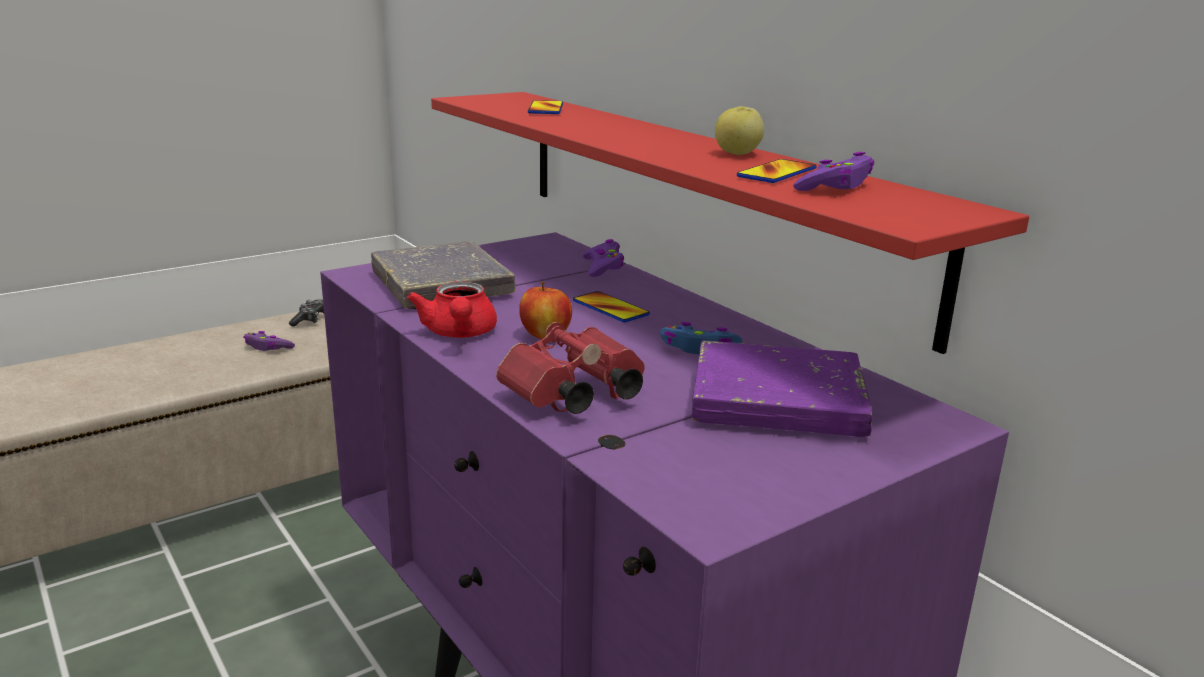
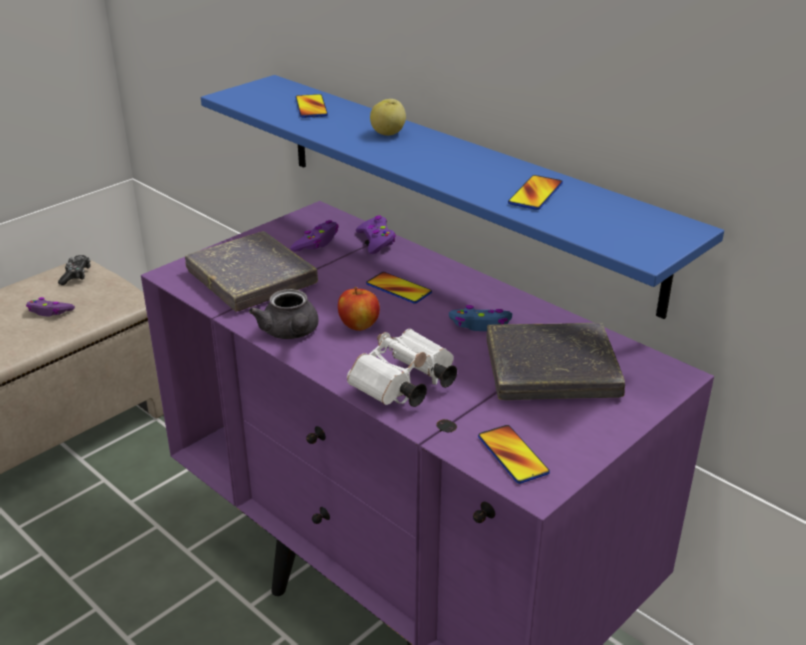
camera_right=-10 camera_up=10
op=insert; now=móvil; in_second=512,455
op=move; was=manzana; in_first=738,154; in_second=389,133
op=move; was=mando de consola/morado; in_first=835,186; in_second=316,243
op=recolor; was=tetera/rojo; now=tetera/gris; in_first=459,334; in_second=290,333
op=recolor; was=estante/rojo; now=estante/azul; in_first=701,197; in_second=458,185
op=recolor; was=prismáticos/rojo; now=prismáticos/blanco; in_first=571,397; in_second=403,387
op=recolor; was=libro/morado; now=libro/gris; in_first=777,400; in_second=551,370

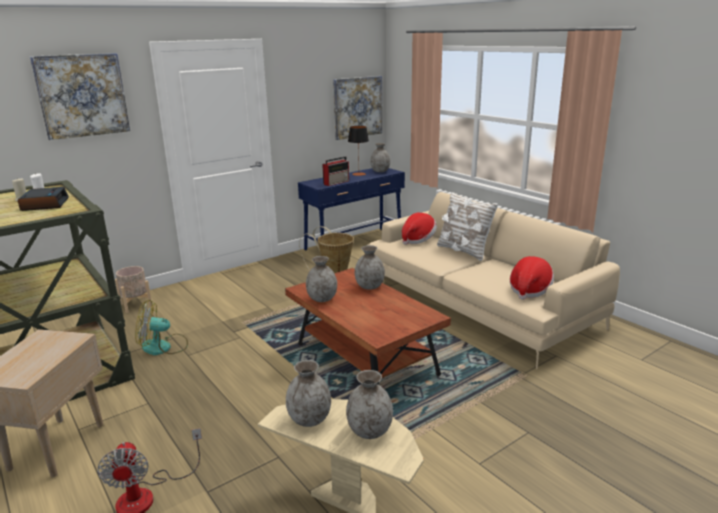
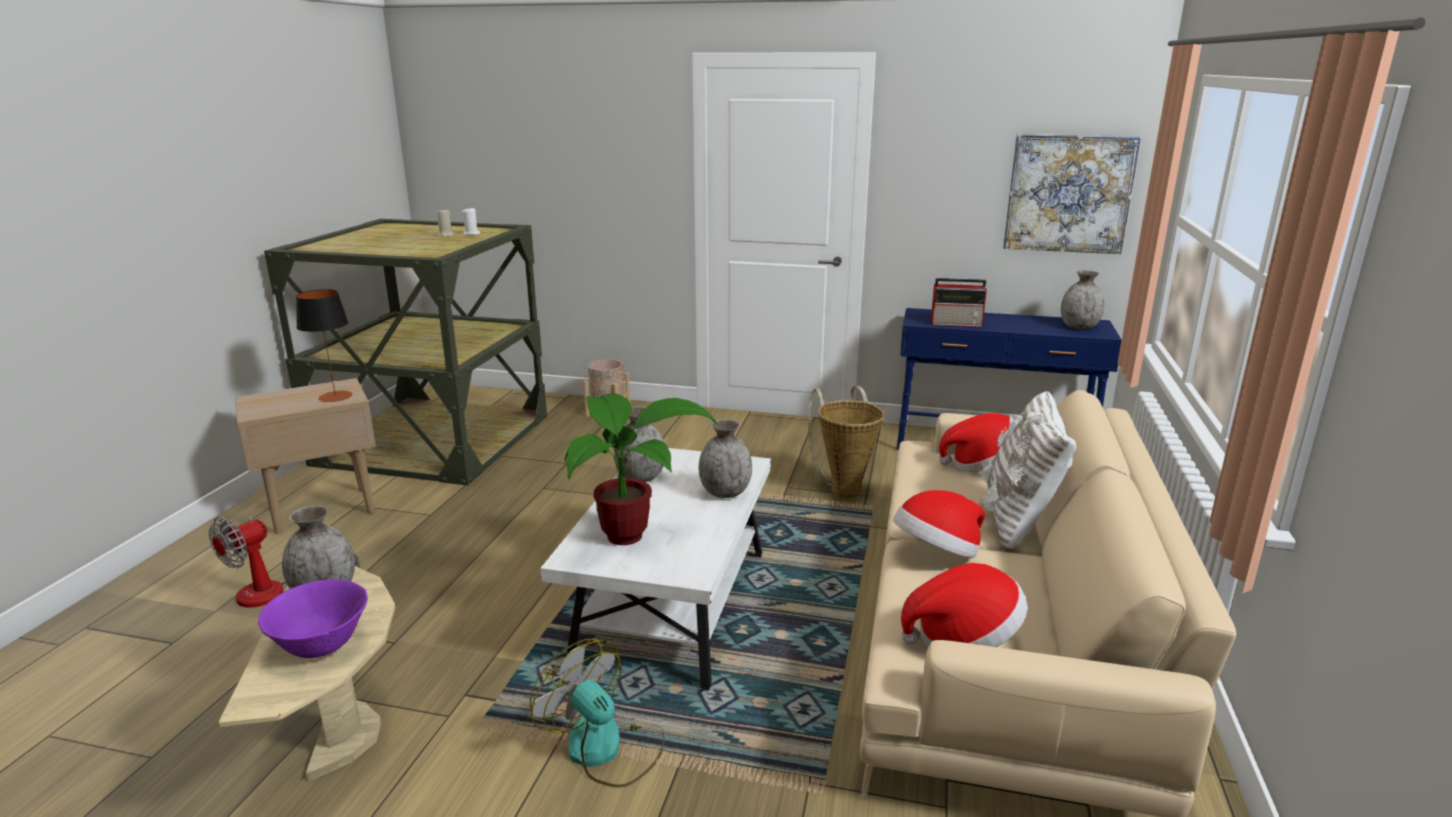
camera_right=50 camera_up=0
op=delete; was=despertador; in_first=44,204
op=delete; was=cuadro; in_first=82,95
op=insert; now=planta en maceta; in_second=632,534
op=insert; now=sombrero; in_second=937,554
op=move; was=ventilador; in_first=163,347; in_second=605,749
op=move; was=lámpara de mesa; in_first=359,174; in_second=335,396
op=replace; was=florero/gris; now=cuenco/morado; in_first=369,431; in_second=322,646
op=recolor; was=mesa de centro/marrón; now=mesa de centro/blanco; in_first=365,360; in_second=673,605

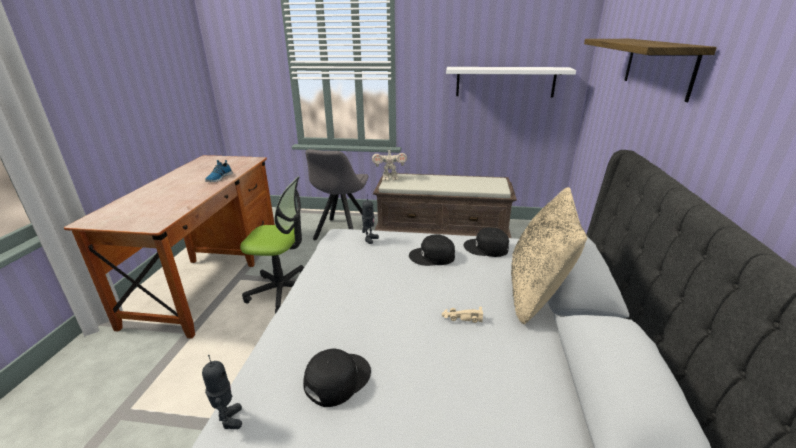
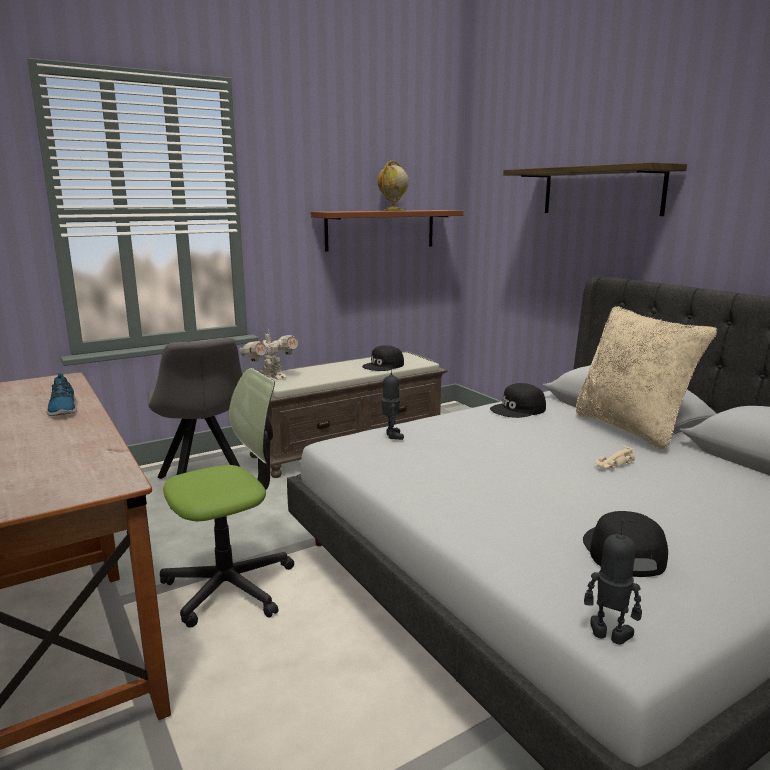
camera_right=-40 camera_up=-10
op=insert; now=globo terráqueo; in_second=393,210
op=move; was=gorra/negro; in_first=432,256; in_second=384,366
op=recolor; was=estante/blanco; now=estante/marrón; in_first=505,82; in_second=380,229

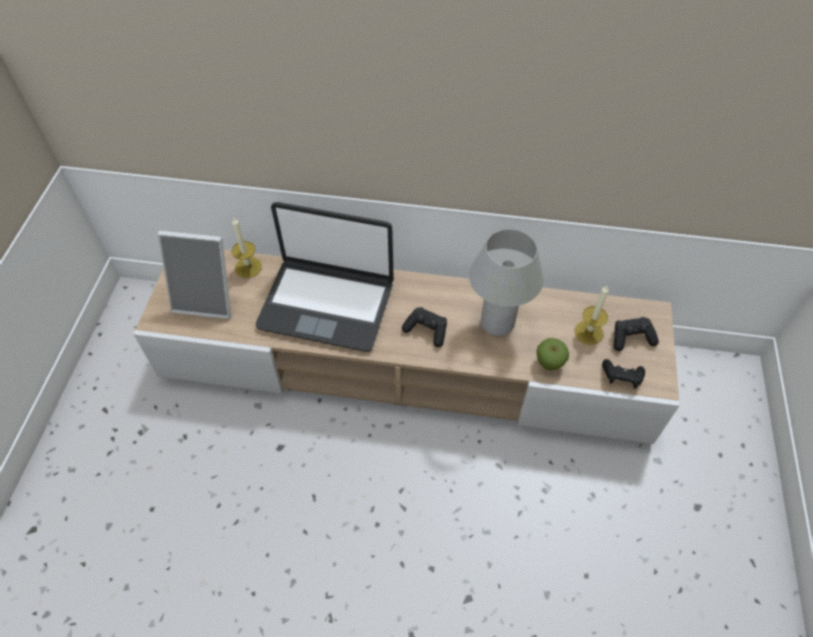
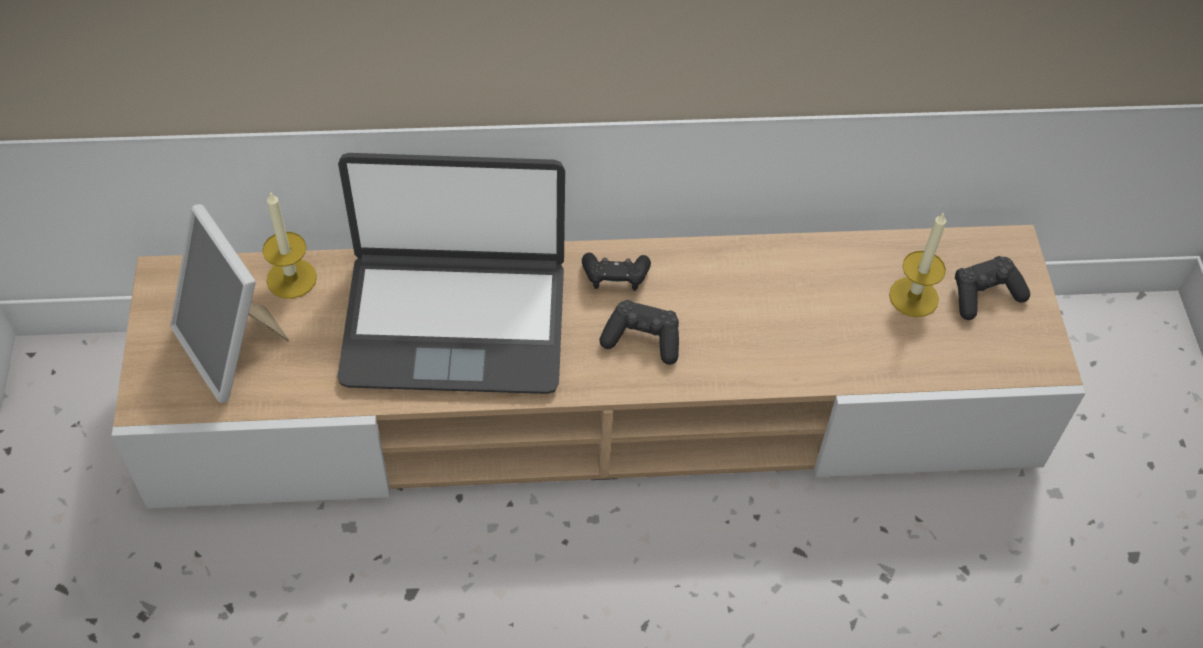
camera_right=-15 camera_up=0
op=delete; was=lámpara de mesa/blanco; in_first=497,323
op=delete; was=manzana; in_first=549,363
op=move; was=mando de consola/negro; in_first=621,378; in_second=615,279
op=rotate; was=portarretratos; in_first=208,299; in_second=233,348; clockwise=60

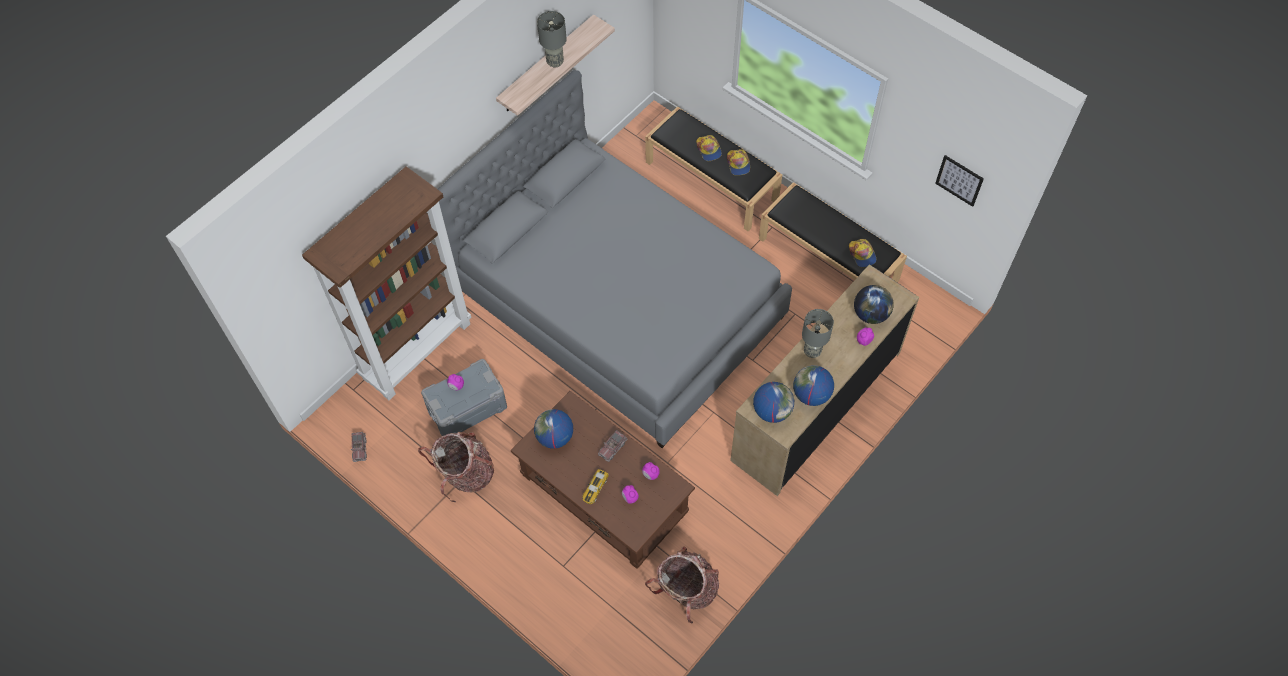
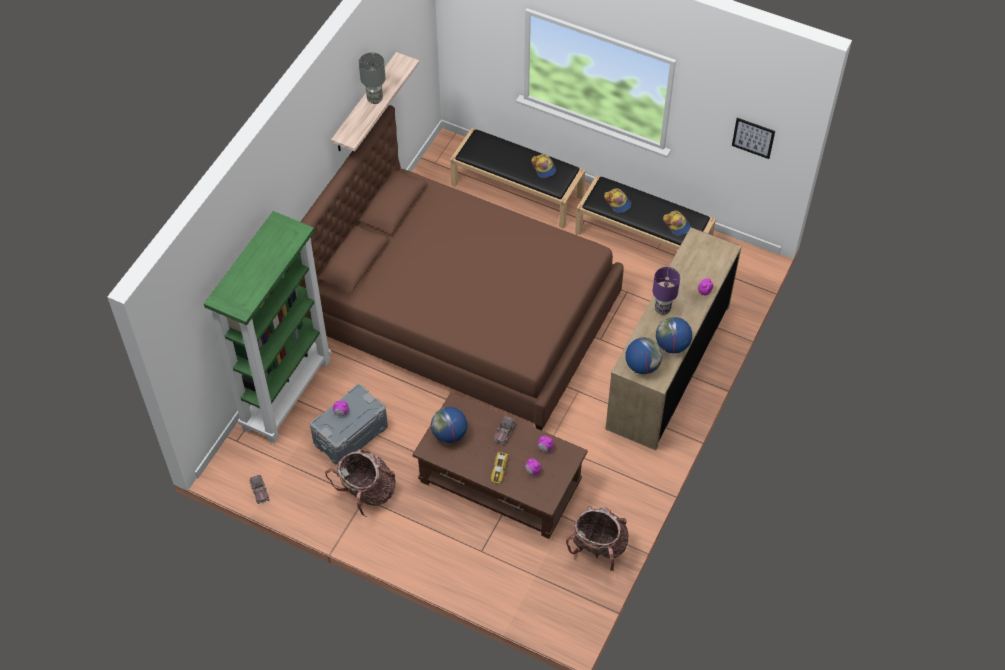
camera_right=-15 camera_up=-5
op=delete; was=globo terráqueo; in_first=870,314
op=move; was=gorra; in_first=709,150; in_second=617,202
op=recolor; was=estantería/marrón; now=estantería/verde; in_first=417,349; in_second=286,393
op=recolor; was=cama/gris; now=cama/marrón; in_first=619,302; in_second=463,313
op=recolor; was=lámpara de mesa/gris; now=lámpara de mesa/morado; in_first=812,351; in_second=662,309

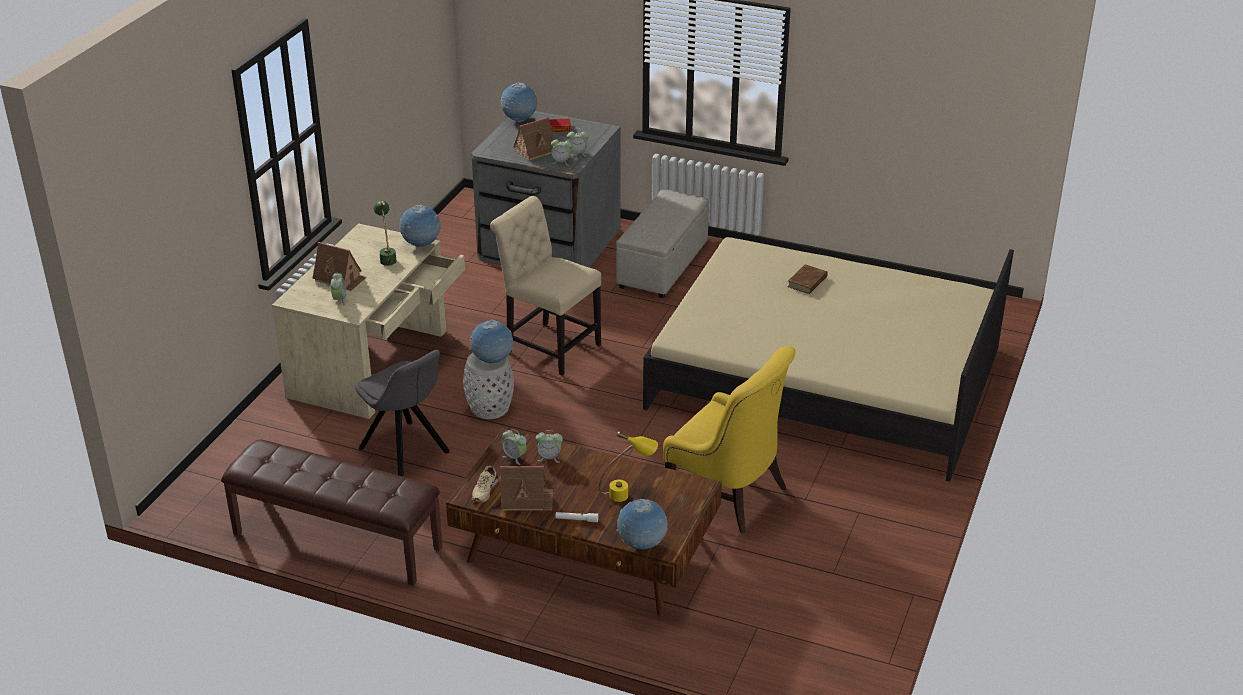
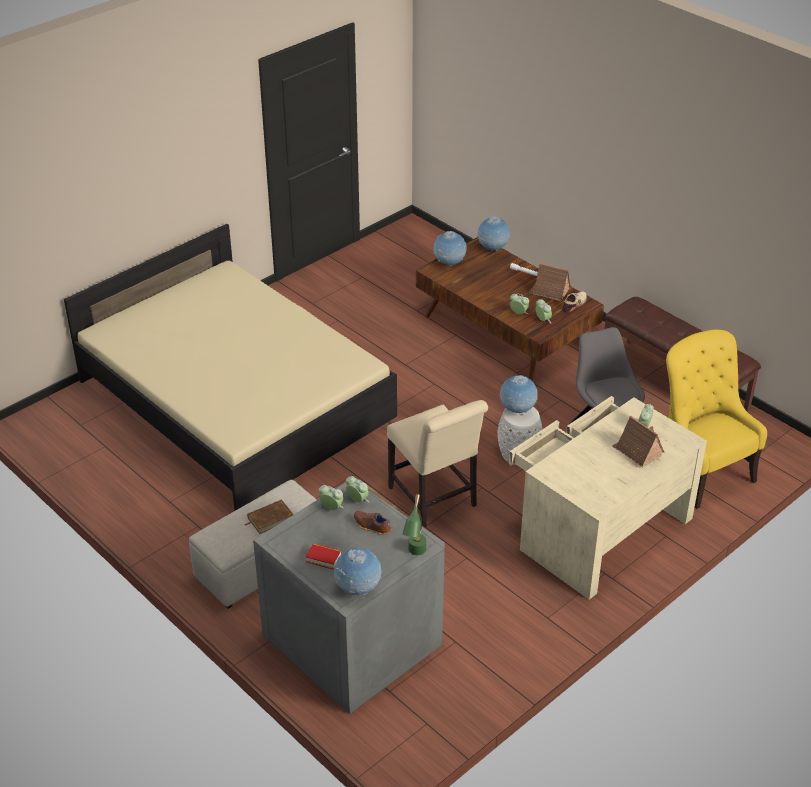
camera_right=-155 camera_up=5
op=delete; was=lámpara de mesa/amarillo; in_first=628,494
op=move; was=lámpara de mesa/verde; in_first=387,257; in_second=415,555
op=move; was=globo terráqueo; in_first=421,245; in_second=449,263
op=move; was=silla/amarillo; in_first=727,494; in_second=700,471
op=move; was=libro/marrón; in_first=807,282; in_second=270,518
op=replace; was=casita; now=zapato/marrón; in_first=537,151; in_second=372,526

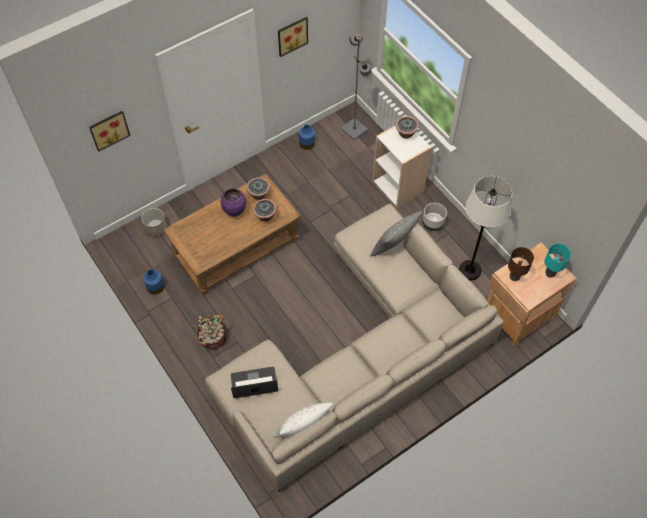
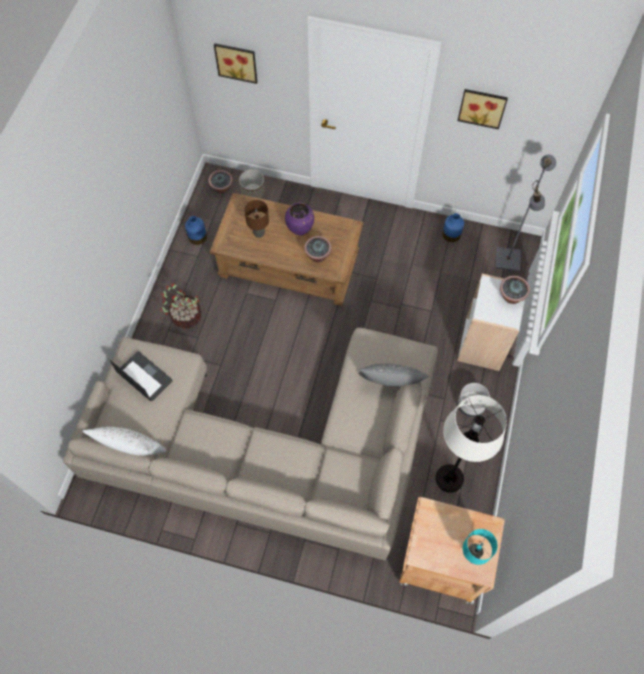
camera_right=50 camera_up=5
op=move; was=planta en maceta; in_first=259,194; in_second=222,188
op=move; was=lámpara de mesa/marrón; in_first=514,276; in_second=259,233

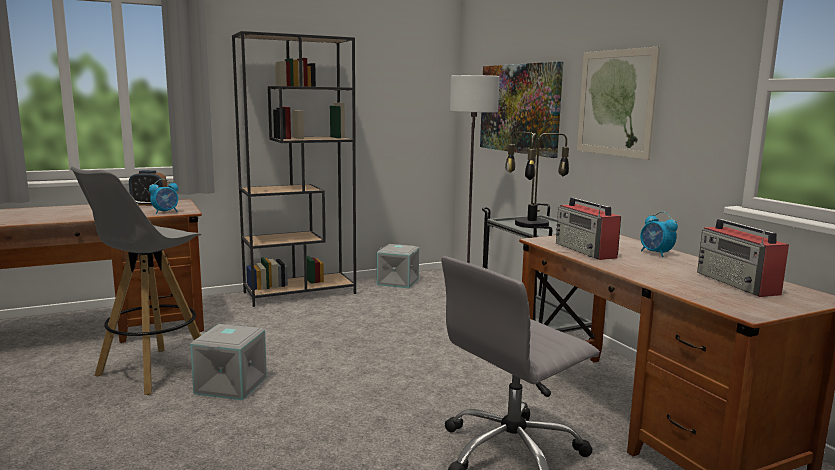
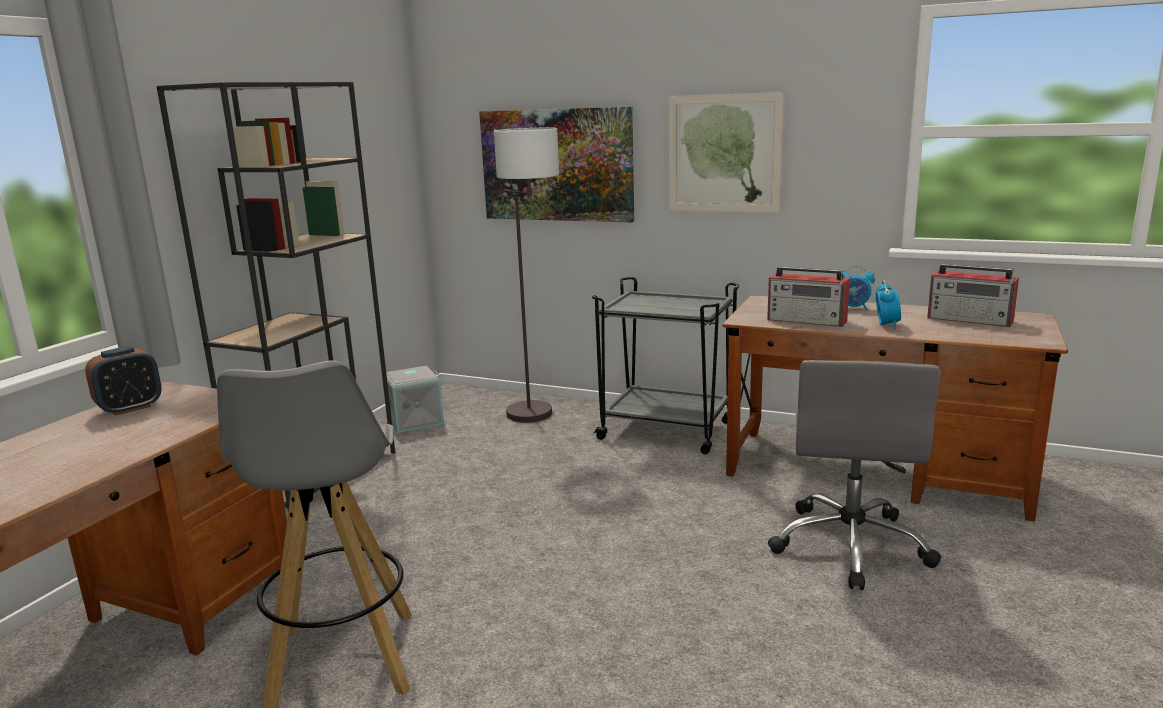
camera_right=-40 camera_up=5
op=delete; was=caja de almacenaje/gris; in_first=232,385
op=delete; was=lámpara de mesa; in_first=531,225
op=move; was=despertador; in_first=166,212; in_second=886,325

